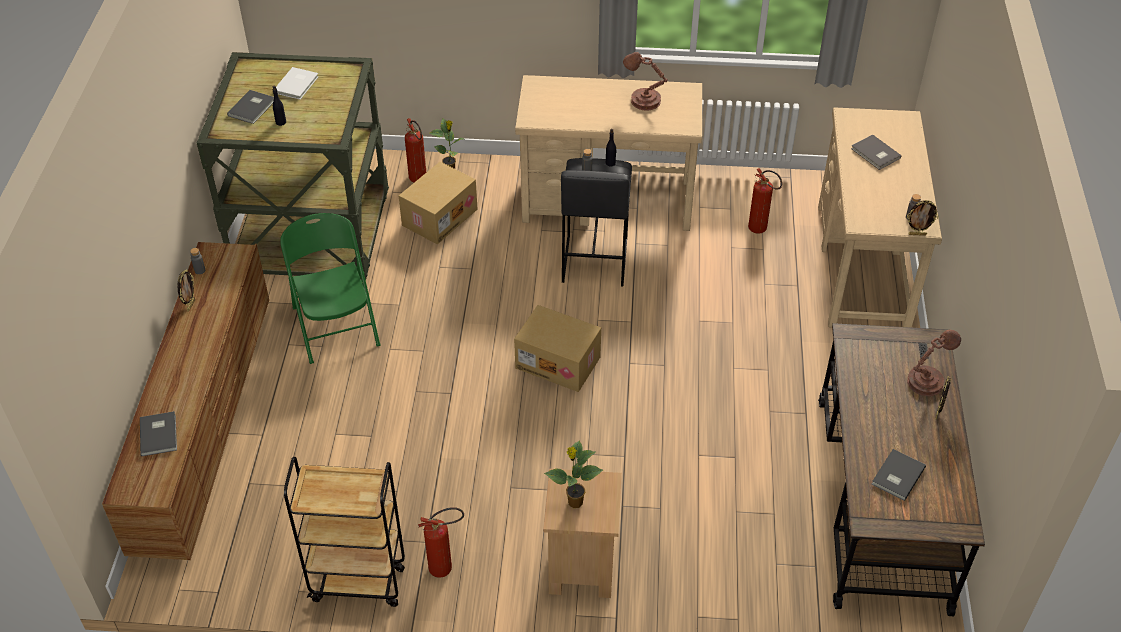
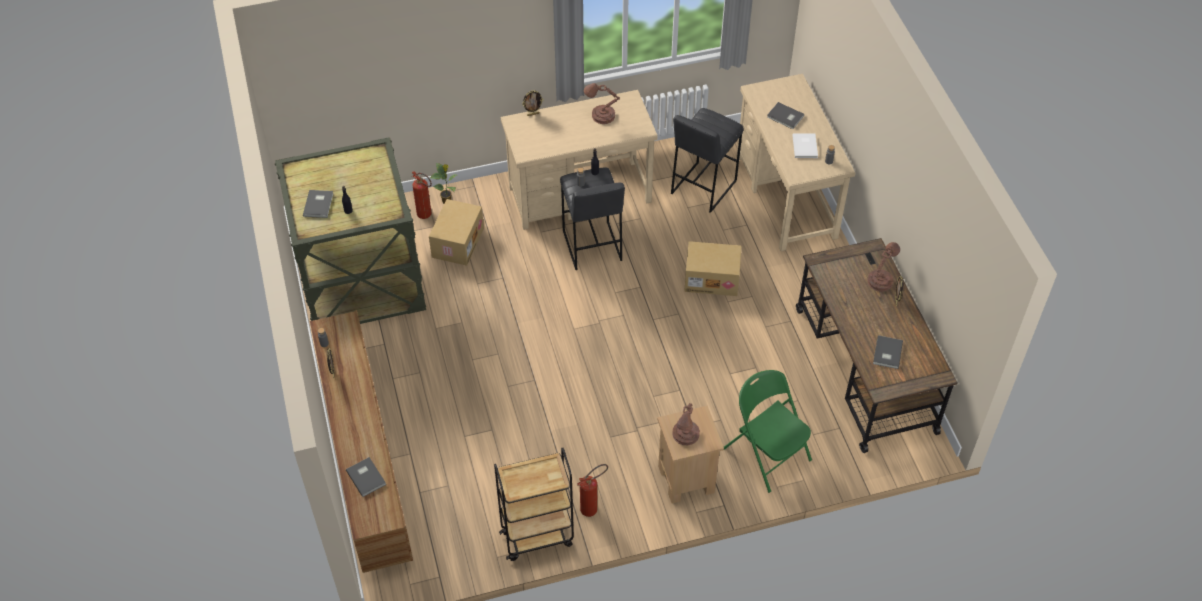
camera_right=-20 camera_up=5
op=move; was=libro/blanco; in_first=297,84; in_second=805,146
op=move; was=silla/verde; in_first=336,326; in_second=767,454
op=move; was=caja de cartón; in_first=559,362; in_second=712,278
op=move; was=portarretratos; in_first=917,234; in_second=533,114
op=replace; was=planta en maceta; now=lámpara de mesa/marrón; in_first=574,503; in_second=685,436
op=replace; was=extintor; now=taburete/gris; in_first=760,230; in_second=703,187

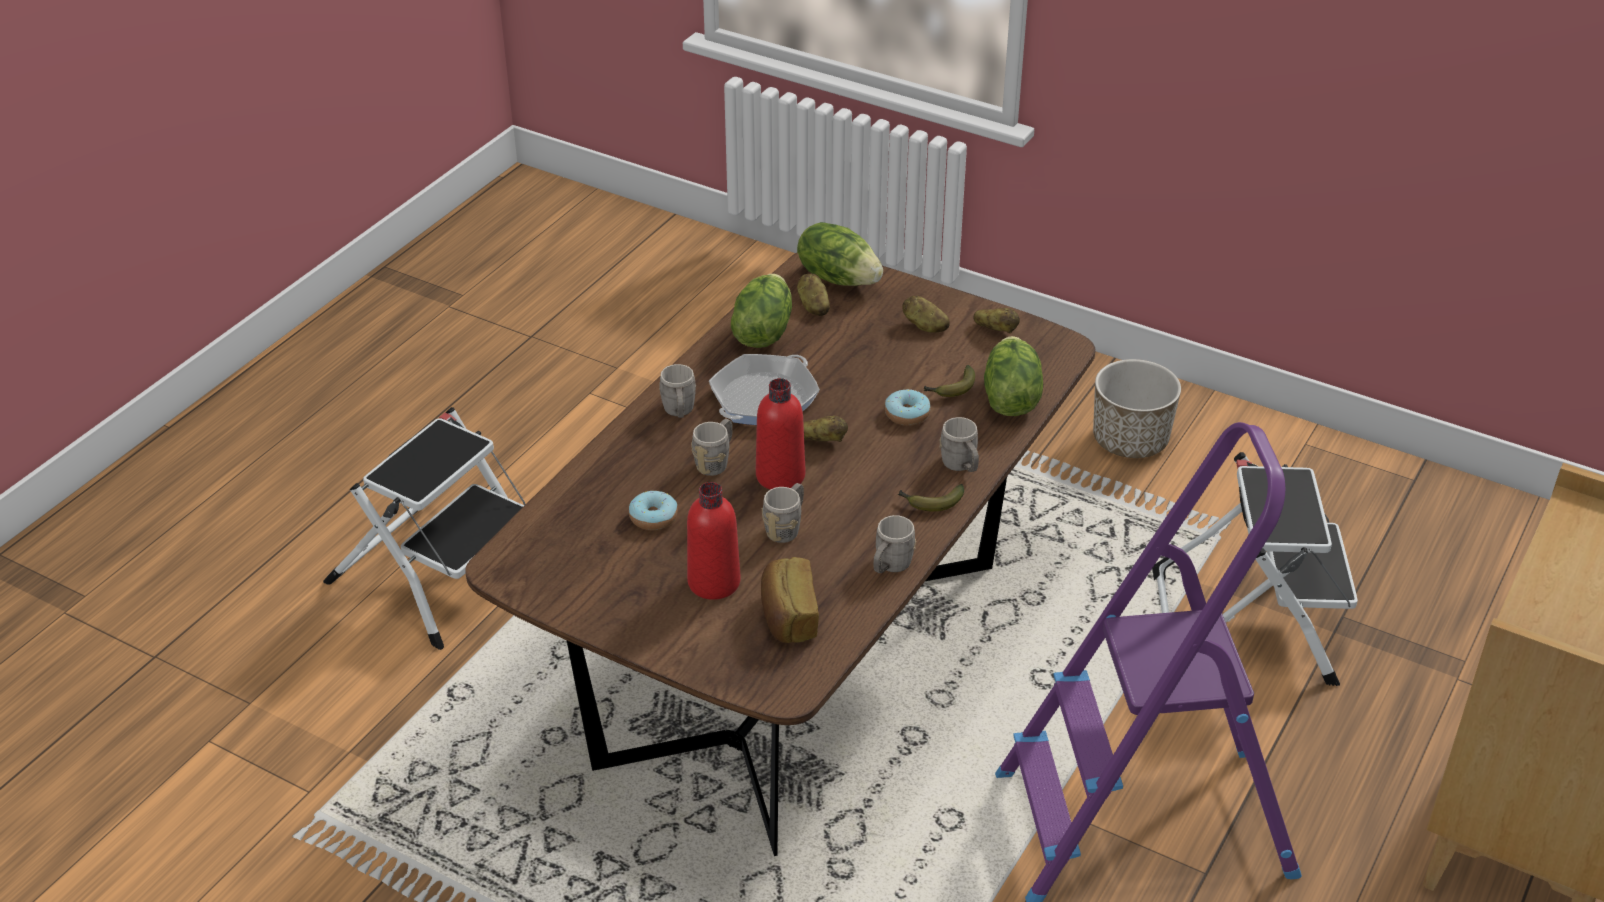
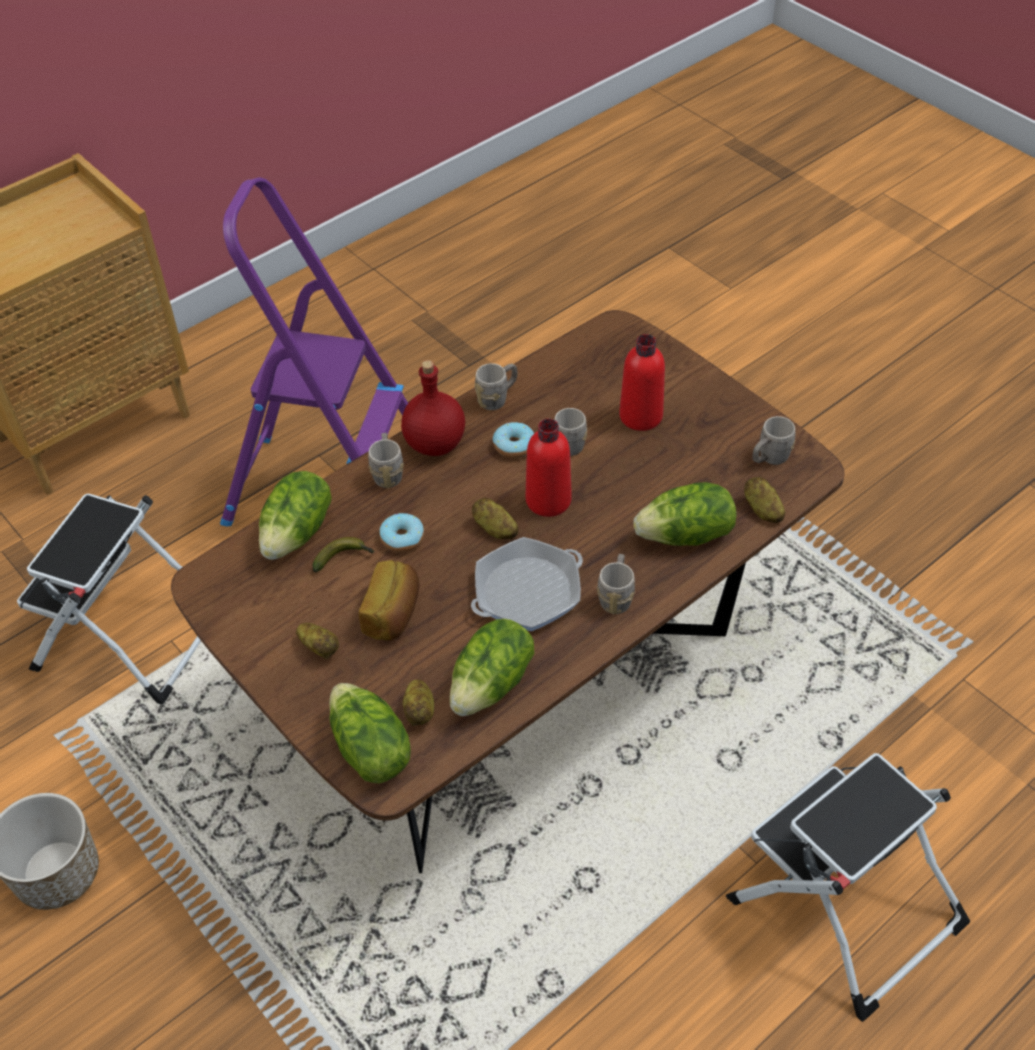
camera_right=-160 camera_up=10
op=insert; now=lechuga; in_second=686,536
op=move; was=rosquilla; in_first=653,518; in_second=514,446
op=move; was=taza grande/gris; in_first=715,461; in_second=769,458
op=move; was=pan; in_first=788,617; in_second=393,613
op=move; was=patata; in_first=996,330; in_second=762,510
op=replace; was=plátano; now=botella/rojo; in_first=930,502; in_second=434,444

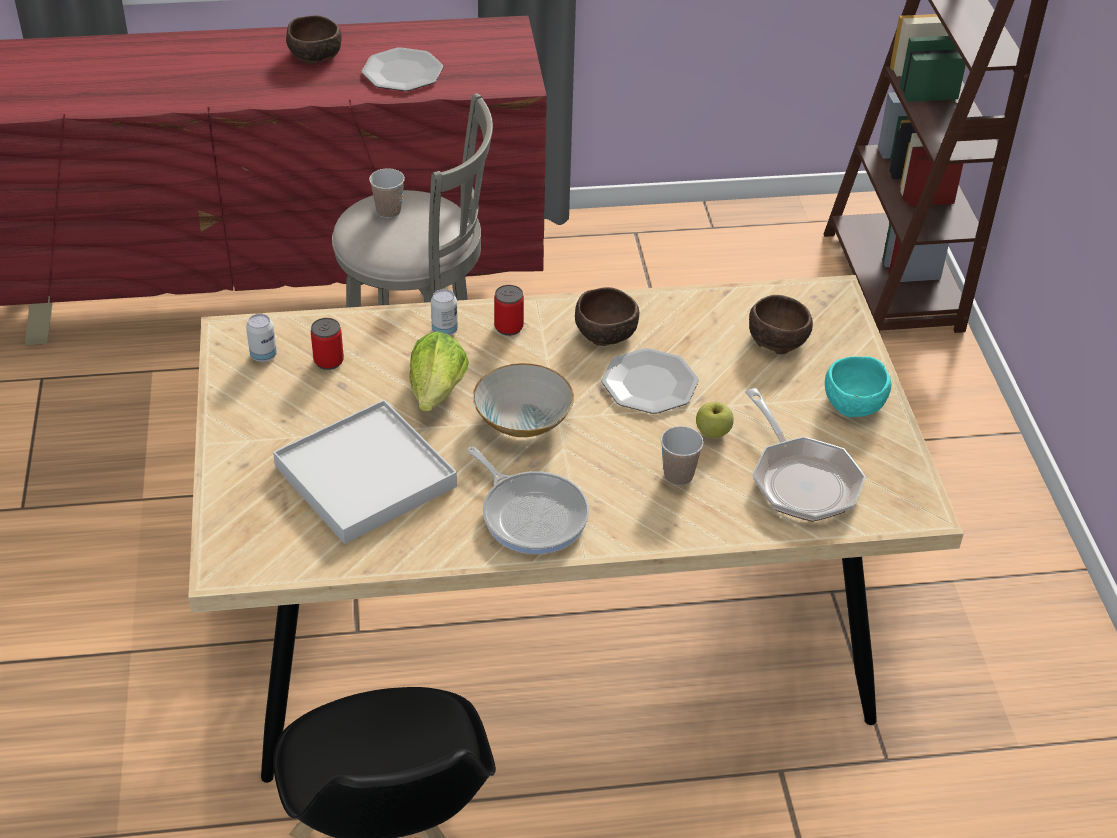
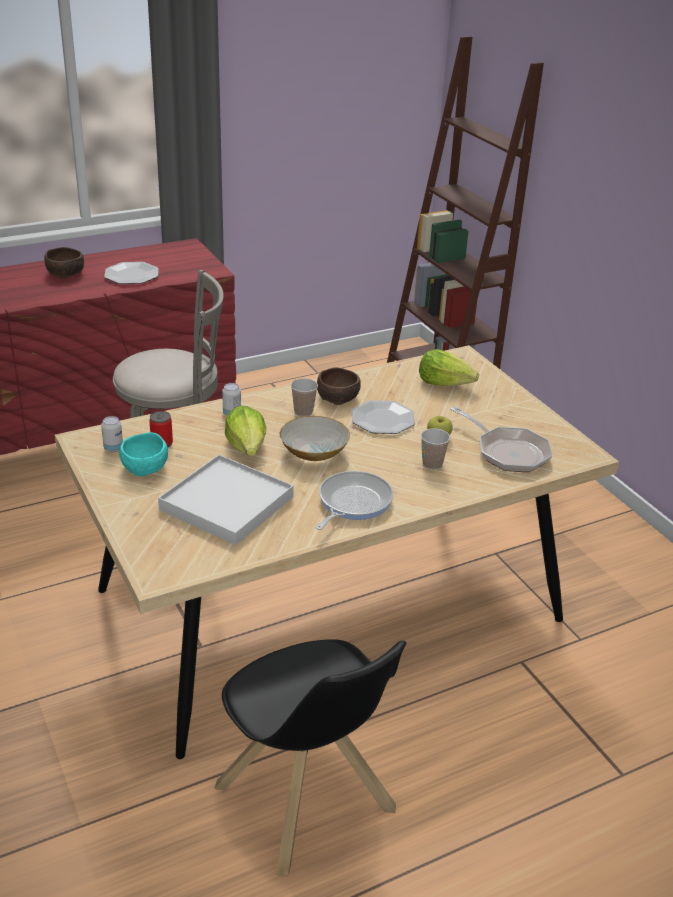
camera_right=-20 camera_up=-10
op=delete; was=lata; in_first=508,327
op=move; was=taza; in_first=388,211; in_second=303,412
op=move; was=cuenco/turquesa; in_first=853,403; in_second=144,467
op=replace; was=cuenco/marrón; now=lechuga; in_first=777,338; in_second=445,383
op=rotate; was=sartén; in_first=531,514; in_second=352,503; clockwise=-90

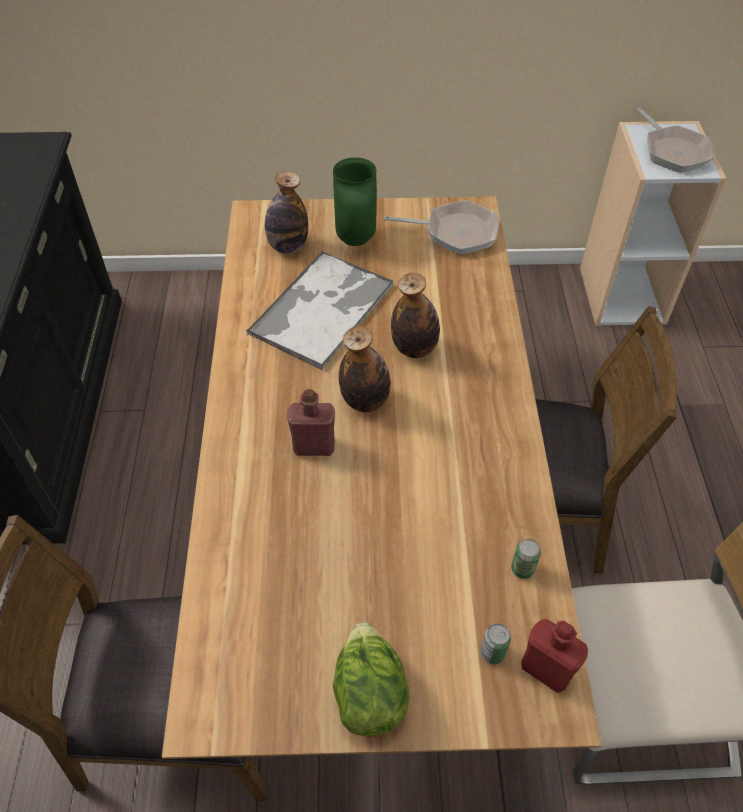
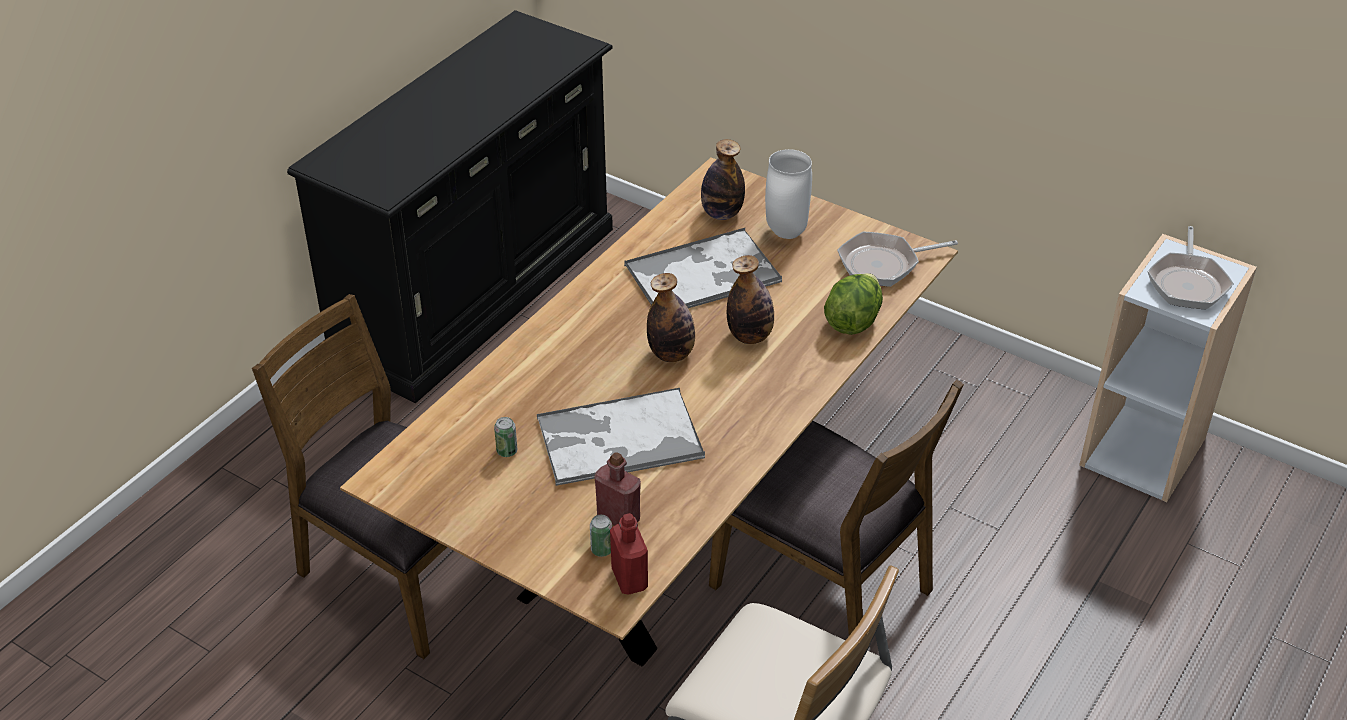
camera_right=35 camera_up=-10
op=insert; now=bandeja; in_second=618,439
op=move; was=botella/rojo; in_first=314,446; in_second=618,517
op=move; was=lechuga; in_first=369,693; in_second=853,321
op=move; was=lata; in_first=522,569; in_second=507,451
op=recolor; was=florero/verde; now=florero/blanco; in_first=357,240; in_second=787,233
op=rotate; was=sartén; in_first=455,232; in_second=883,264; clockwise=120

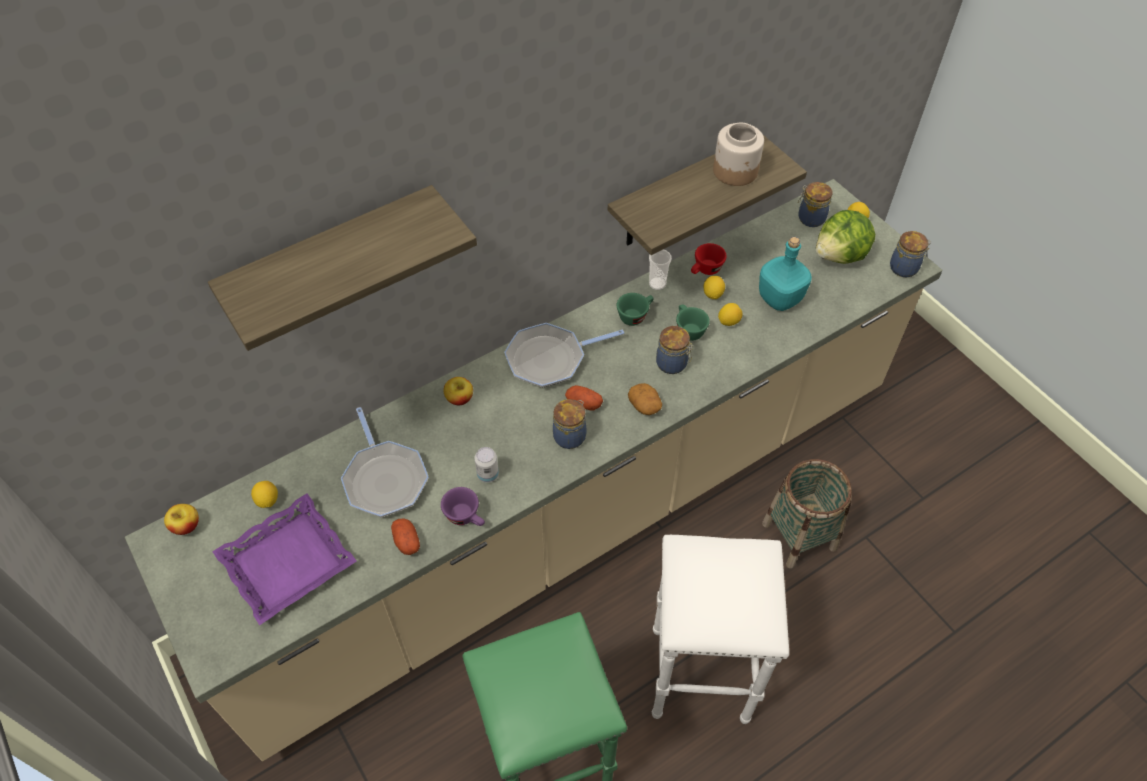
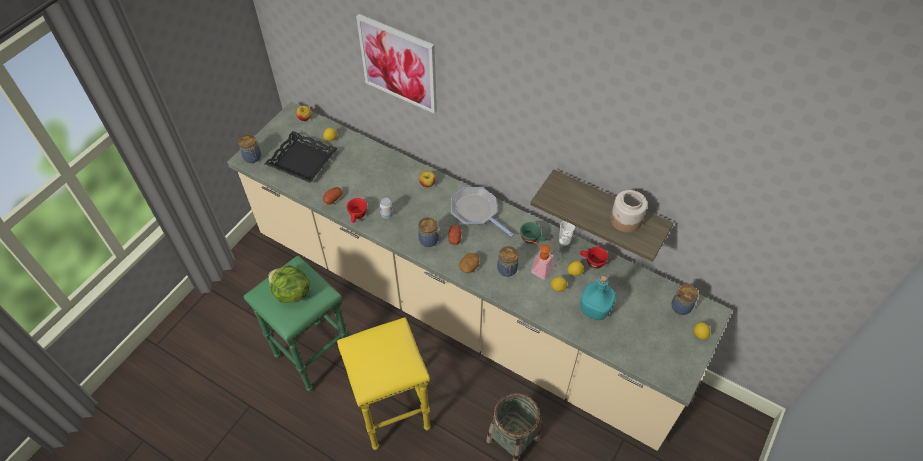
camera_right=65 camera_up=0
op=delete; was=sartén; in_first=384,479
op=move; was=lechuga; in_first=840,256; in_second=291,293
op=move; was=tarro; in_first=905,268; in_second=253,158
op=replace; was=estante; now=cuadro; in_first=332,261; in_second=399,63
op=replace; was=taza/verde; now=dispensador de jabón; in_first=688,329; in_second=538,269
op=recolor; was=bandeja/morado; now=bandeja/negro; in_first=288,563; in_second=302,161
op=recolor; was=taza/morado; now=taza/rojo; in_first=466,517; in_second=357,216
op=recolor; was=taburete/blanco; now=taburete/amarillo; in_first=702,676; in_second=392,415

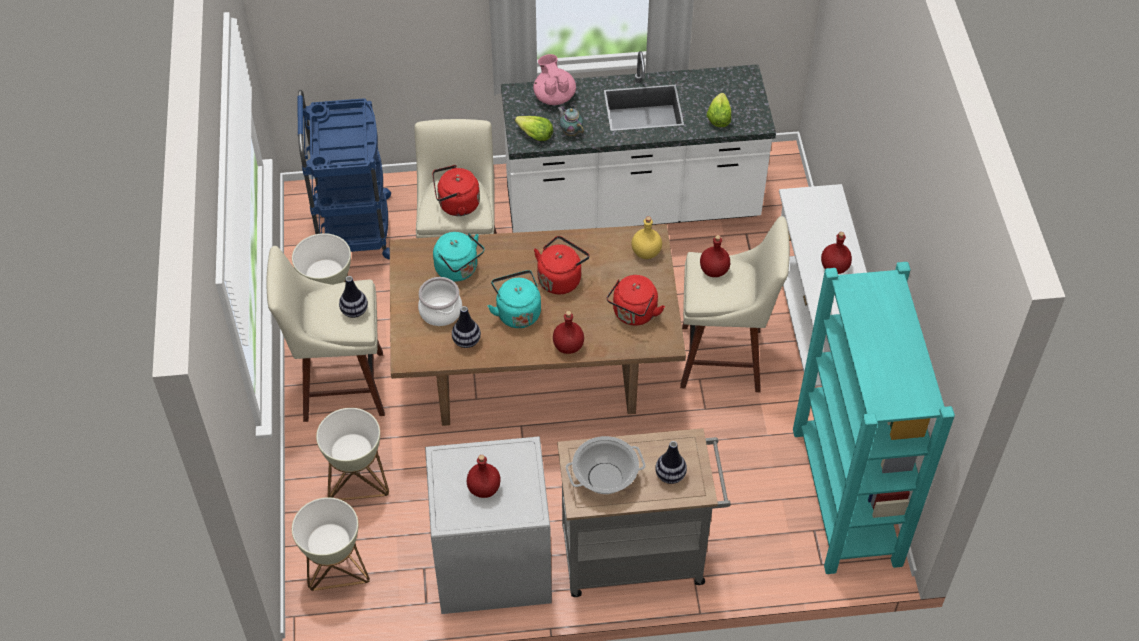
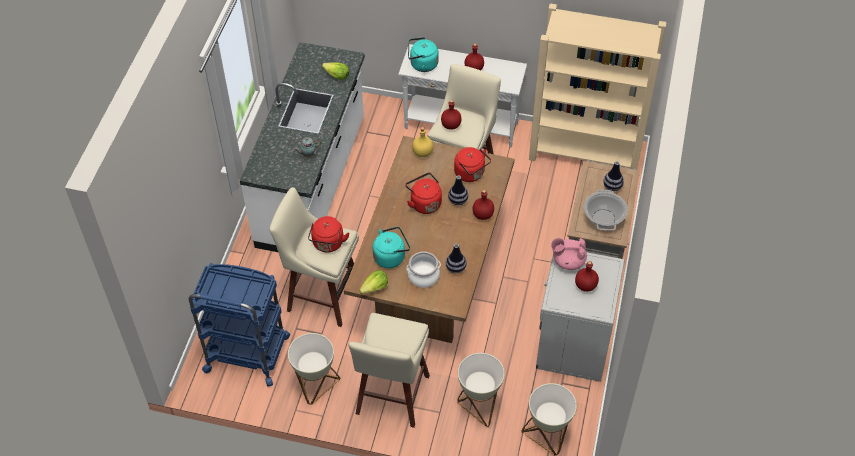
camera_right=-70 camera_up=0
op=move; was=florero; in_first=354,311; in_second=458,200
op=move; was=hervidor/turquesa; in_first=517,312; in_second=422,64
op=move; was=lechuga; in_first=534,135; in_second=375,288
op=move; was=tetera/rosa; in_first=554,96; in_second=568,261
op=recolor; was=estantería/turquesa; now=estantería/beis; in_first=846,496; in_second=585,151

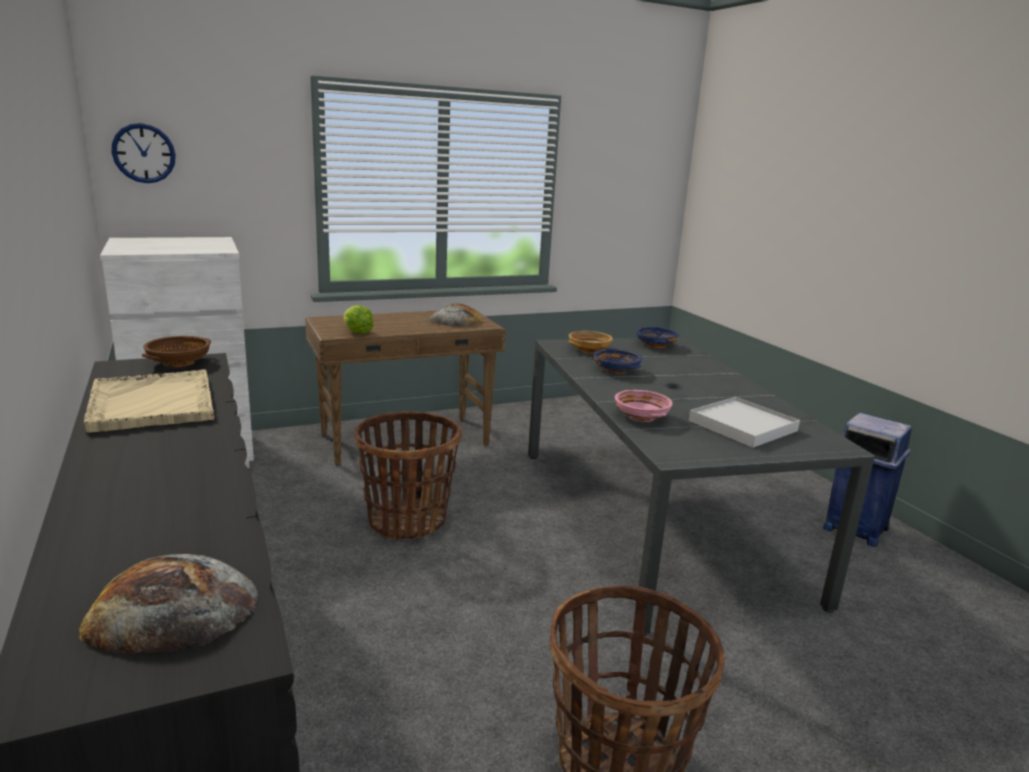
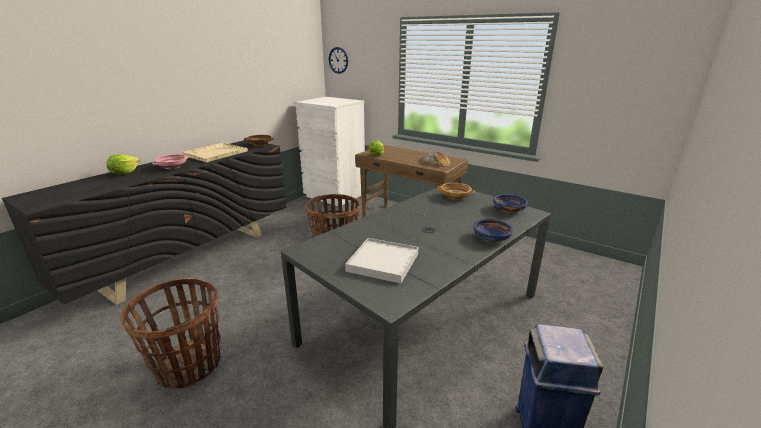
camera_right=60 camera_up=5
op=delete; was=pan; in_first=172,609
op=insert; now=lechuga; in_second=124,173
op=move; was=cuenco/azul; in_first=616,370; in_second=491,238
op=move; was=cuenco/rosa; in_first=641,417; in_second=172,167

